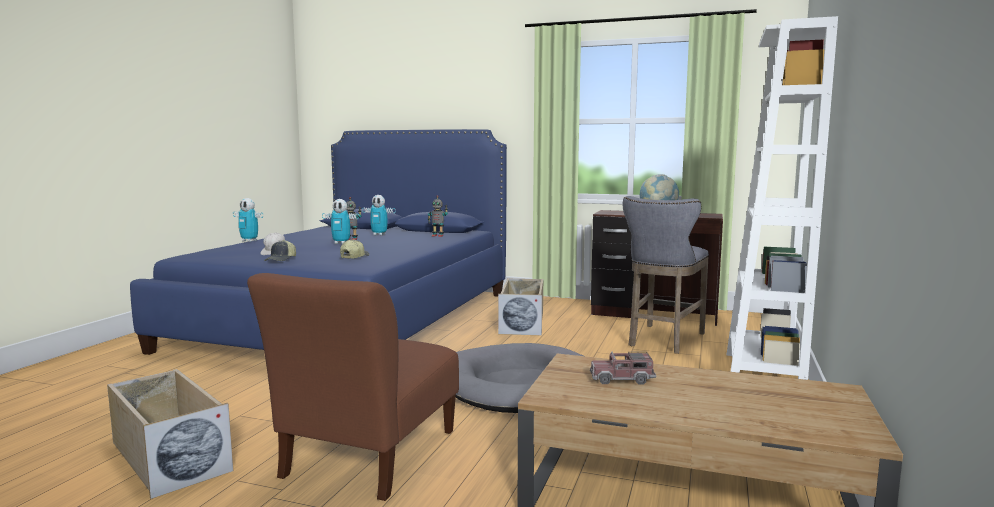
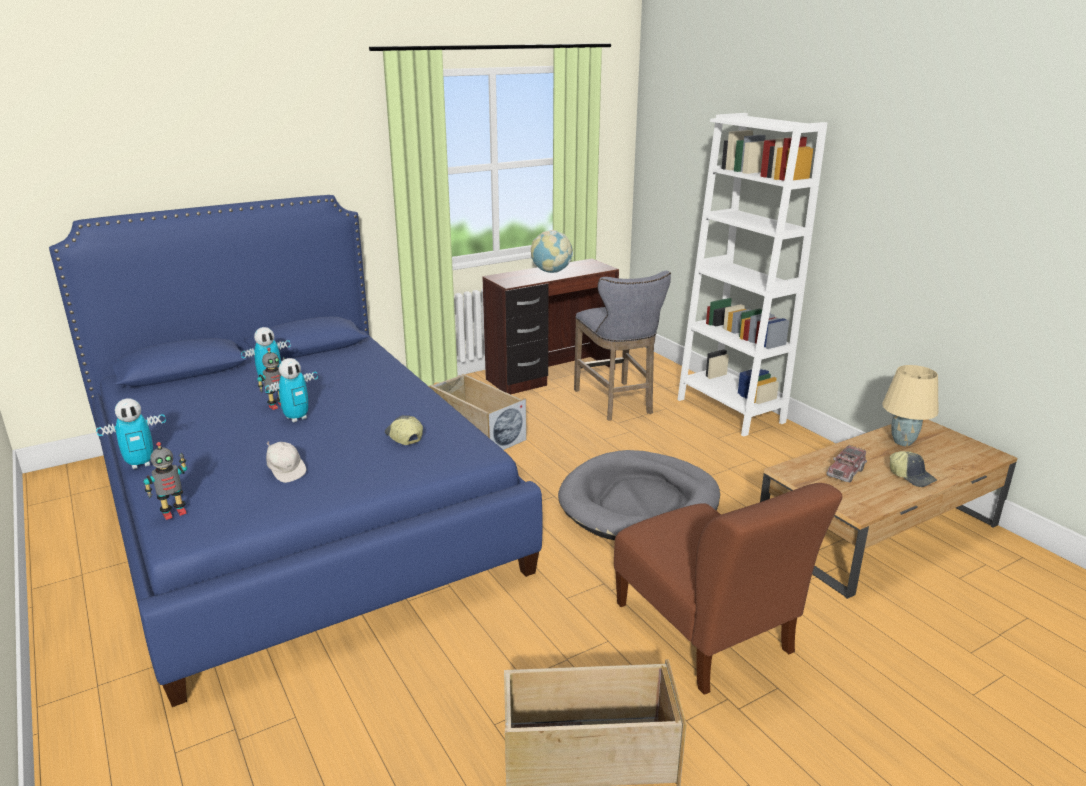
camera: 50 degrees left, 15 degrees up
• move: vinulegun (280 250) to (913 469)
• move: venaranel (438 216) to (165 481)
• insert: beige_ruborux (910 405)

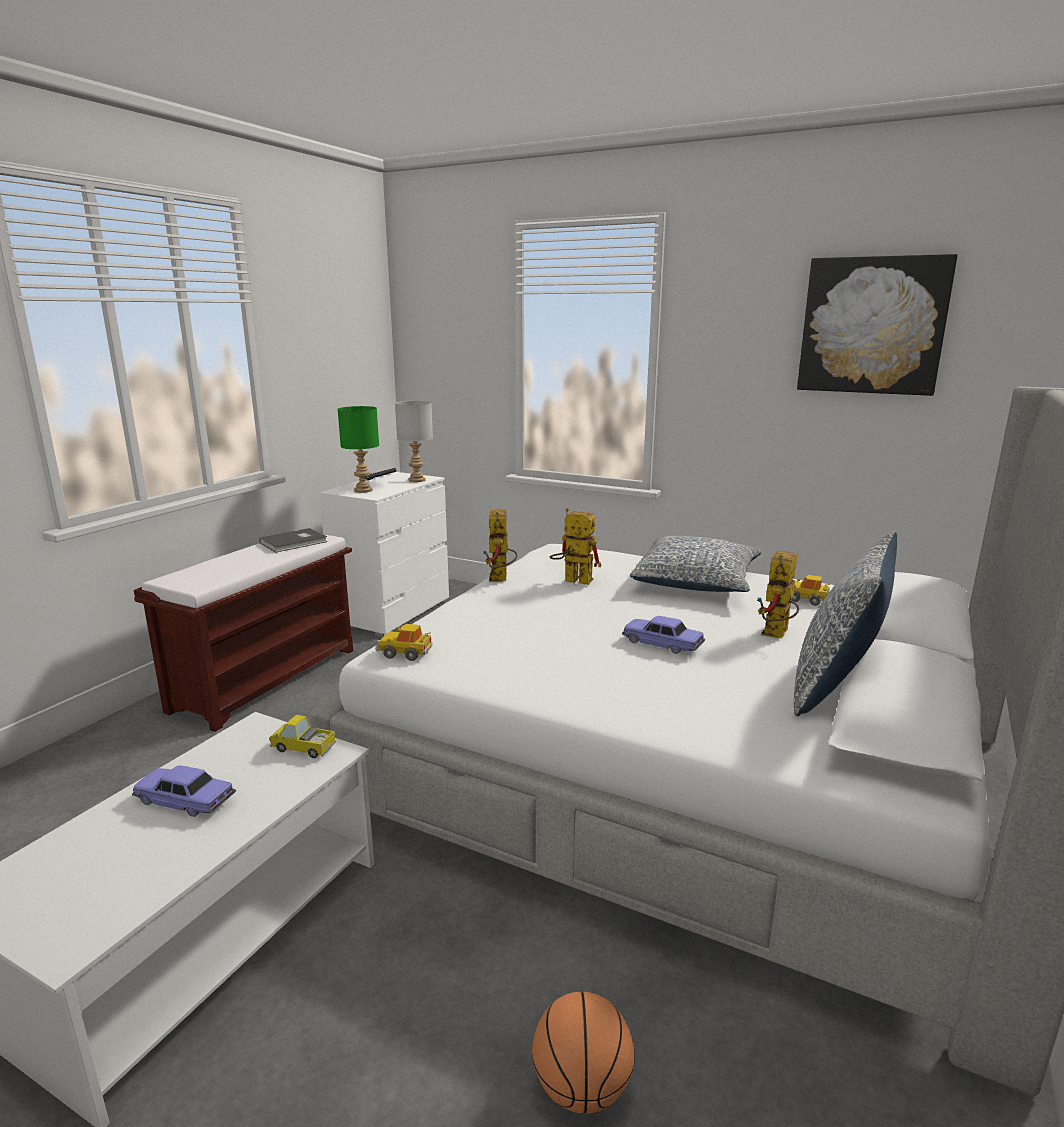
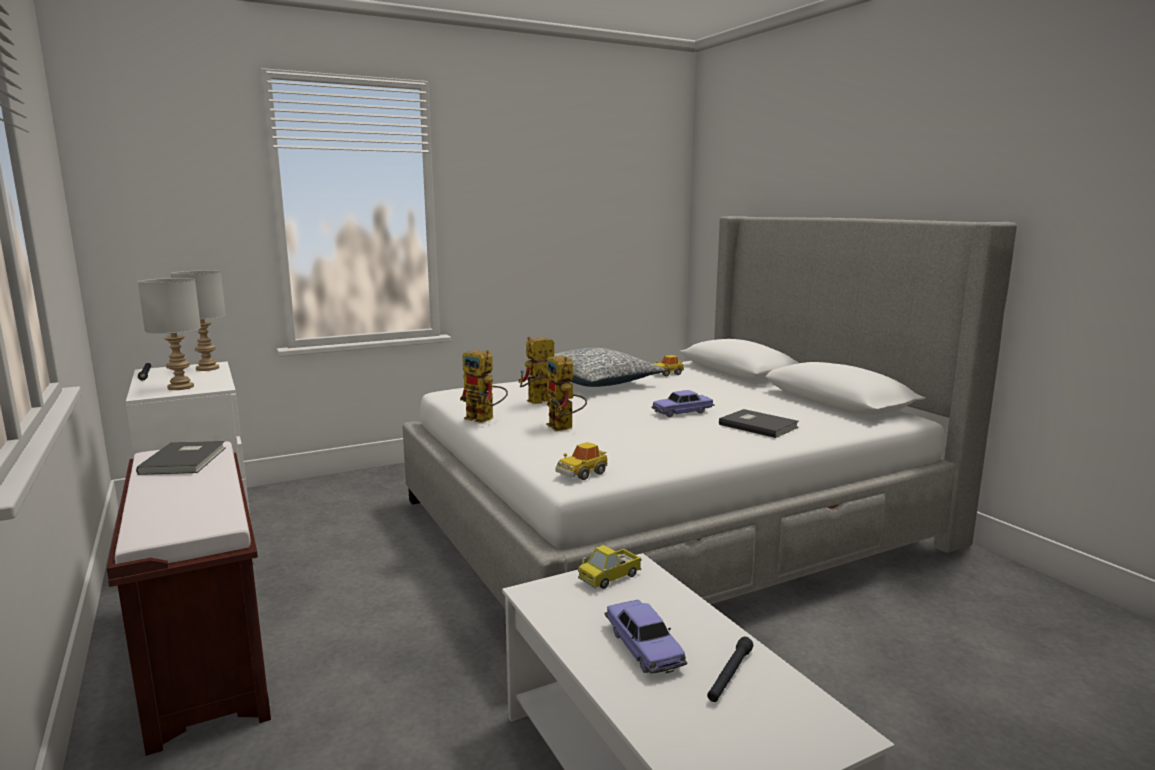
camera: 55 degrees left, 5 degrees down
• rotate: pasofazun (184 791) = (645 637) 75 degrees counterclockwise
• recolor: green_ruborux (358 449) to grey_ruborux (169 334)
• delete: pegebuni (583 1053)
• move: venaranel (778 594) to (566 393)
• delete: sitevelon (845 623)
• delete: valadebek (877 325)
• insert: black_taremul (730 669)
• insert: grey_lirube (759 423)

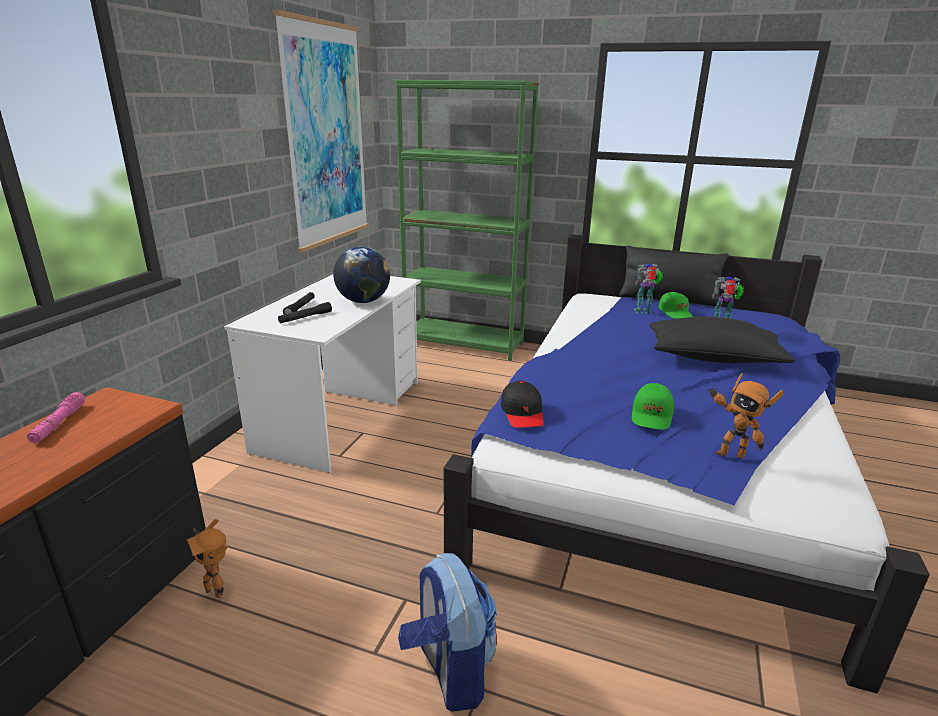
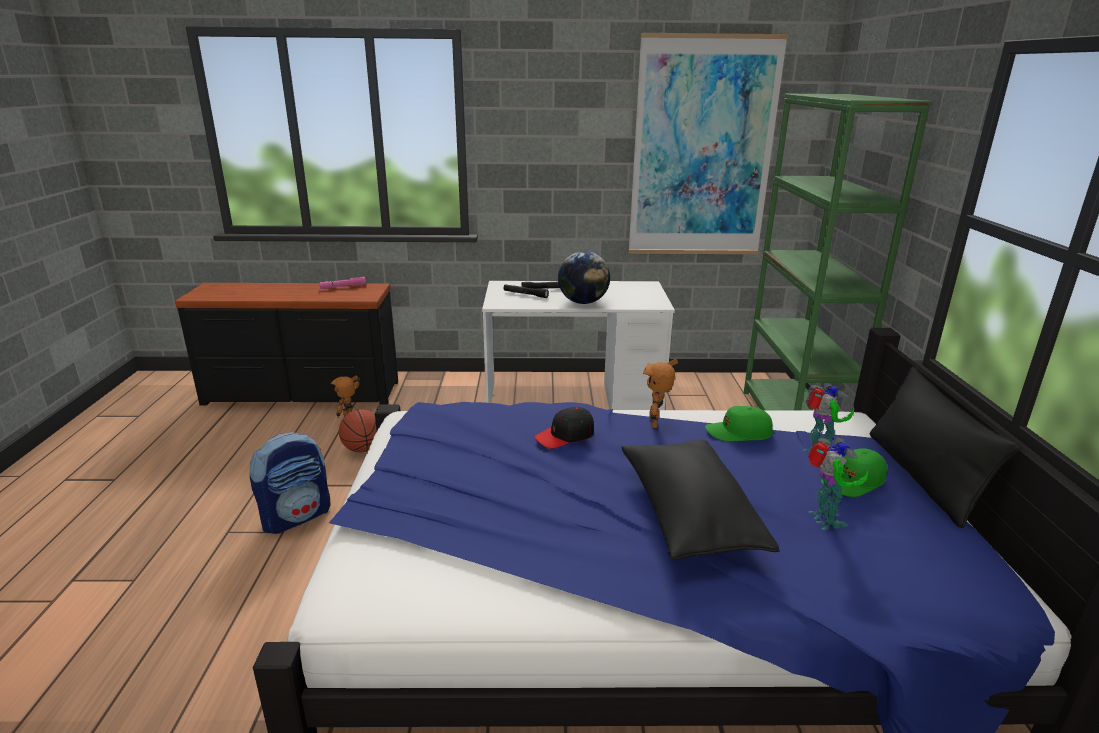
camera: 70 degrees right, 0 degrees up
• move: black_vinulegun (522 404) to (564 428)
• move: green_vinulegun (653 406) to (739 424)
• move: venaranel (746 416) to (660 393)
• insert: pegebuni (358 430)

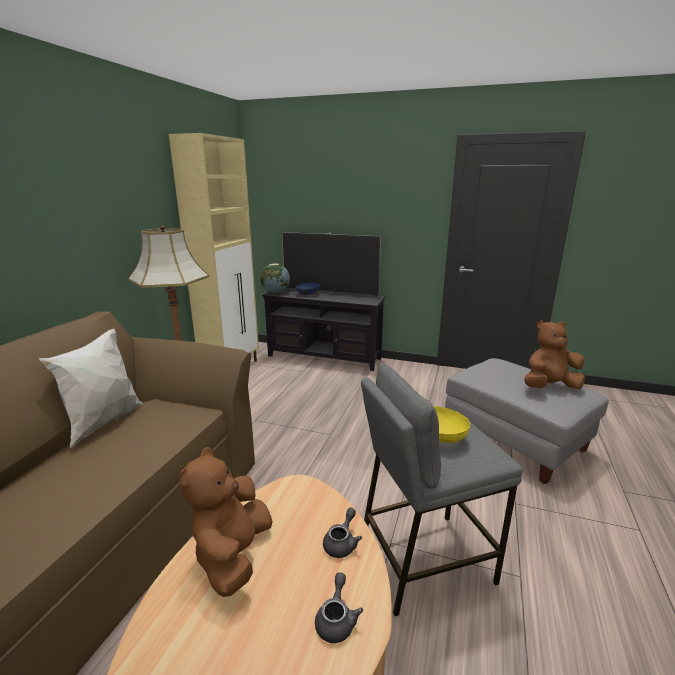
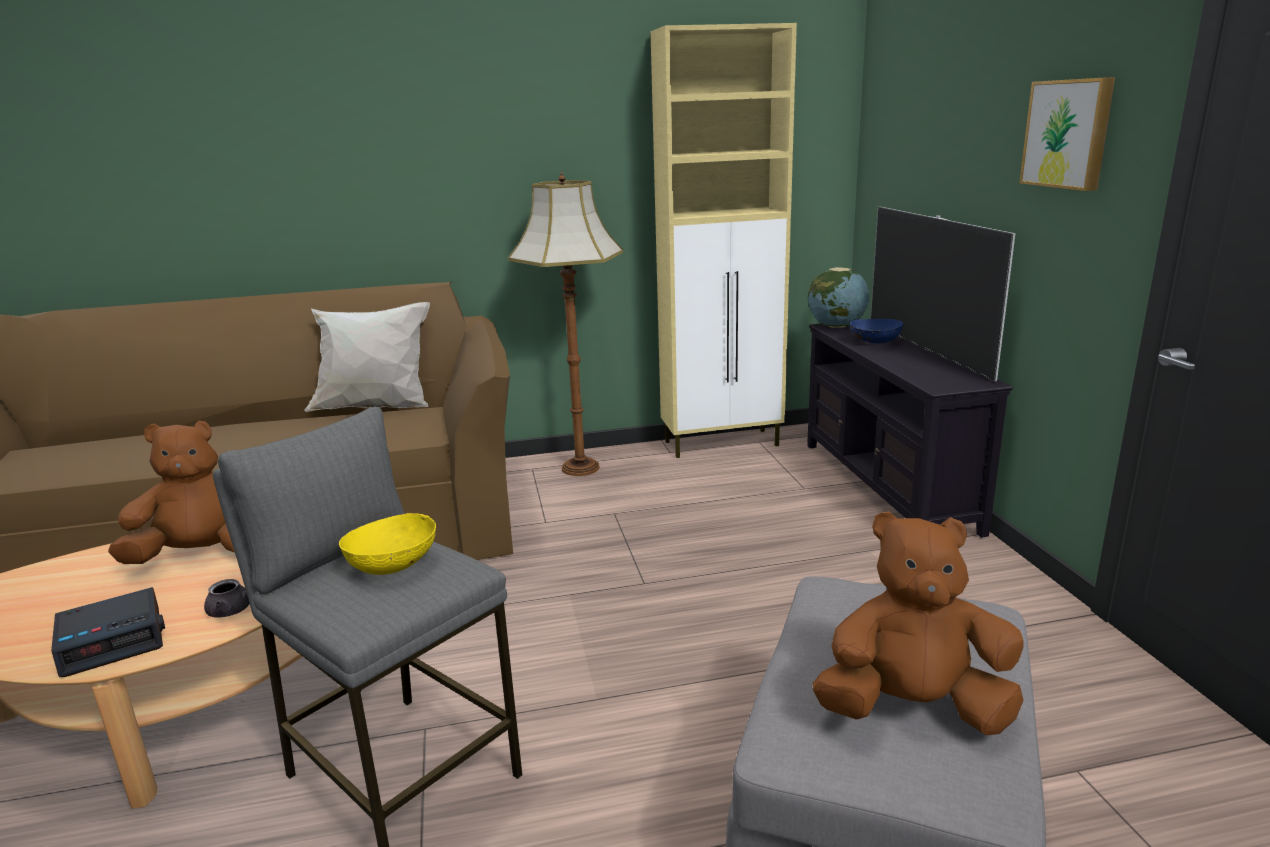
camera: 60 degrees right, 0 degrees up
• replace: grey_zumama (339 607) to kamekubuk (108 632)
• rotate: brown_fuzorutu (555 354) = (918 623) 45 degrees counterclockwise
• insert: valadebek (1067 134)

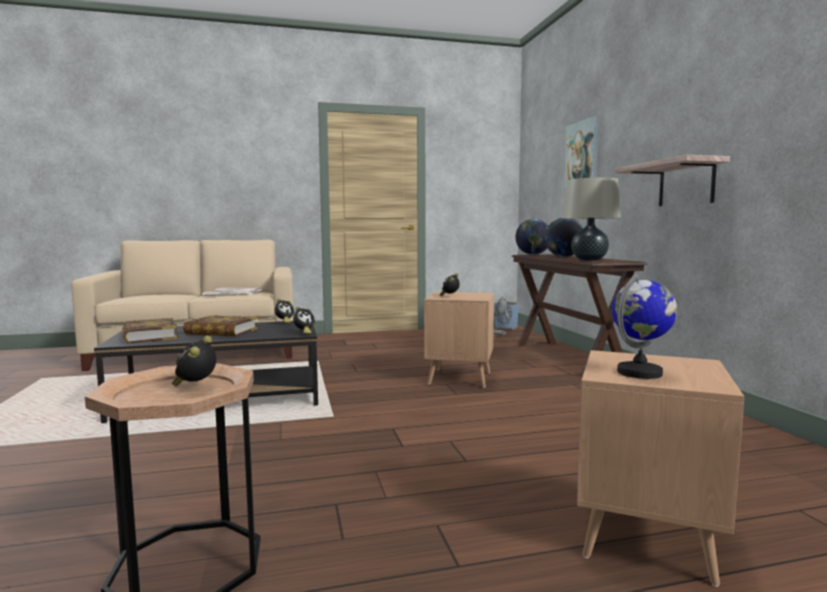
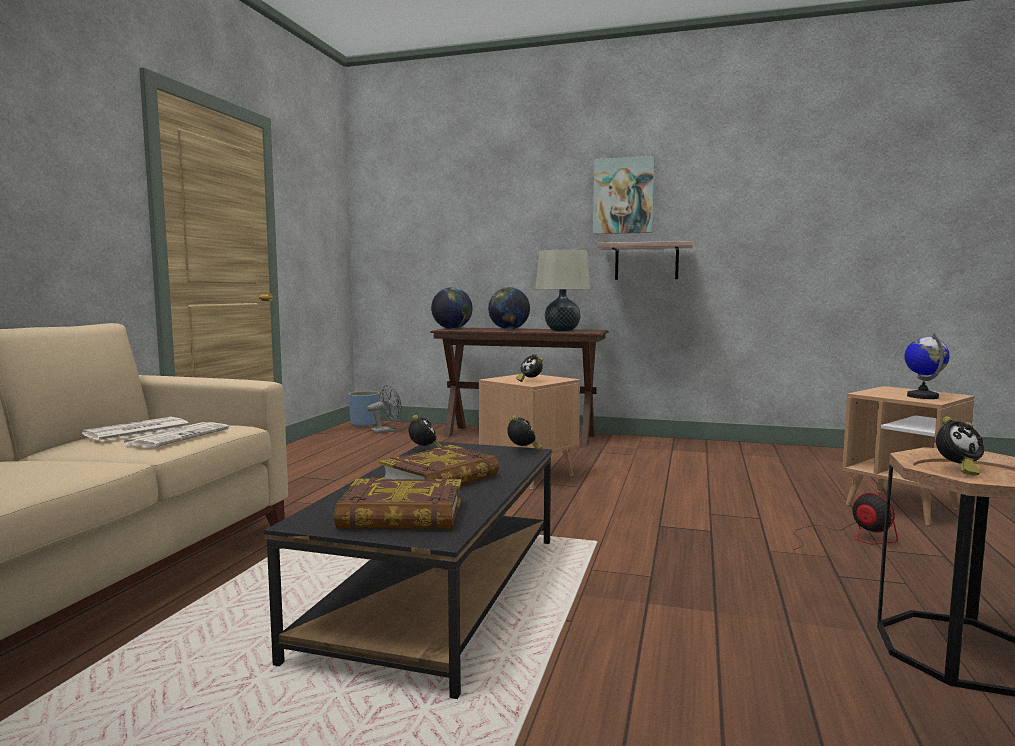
camera: 60 degrees left, 0 degrees up
• rotate: kamekubuk (194 361) = (960 446) 45 degrees counterclockwise
• move: valadebek (581 153) to (623 195)
• insert: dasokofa (845 521)

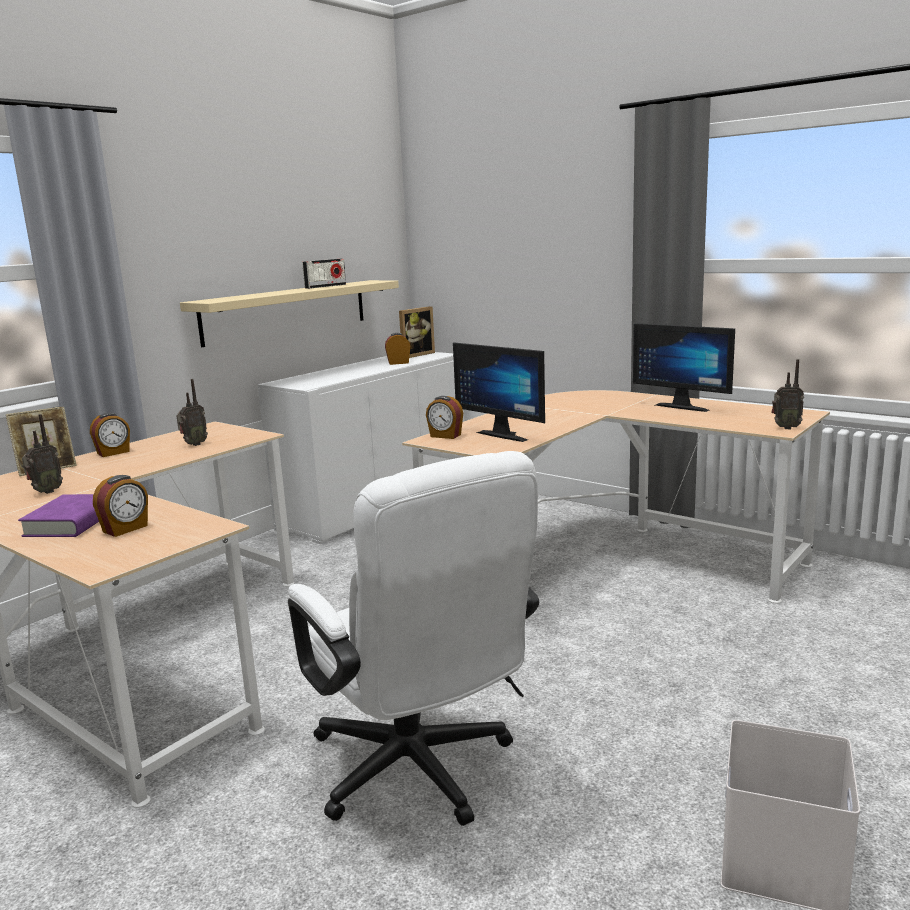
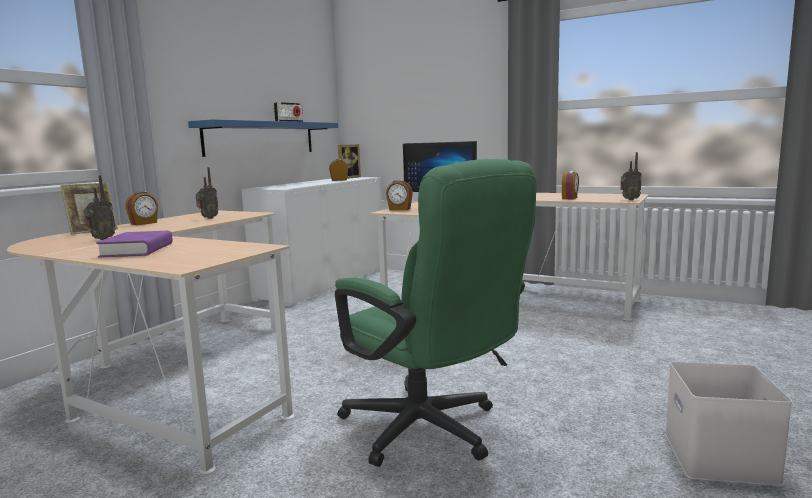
camera: 10 degrees left, 5 degrees down
• move: kamekubuk (120 506) to (570 185)
• recolor: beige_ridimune (289 313) to blue_ridimune (263 138)
• recolor: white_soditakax (413 638) to green_soditakax (435 313)
• delete: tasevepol (684 367)

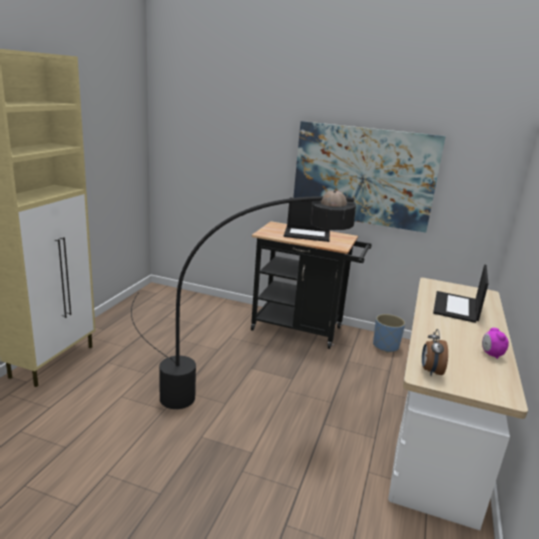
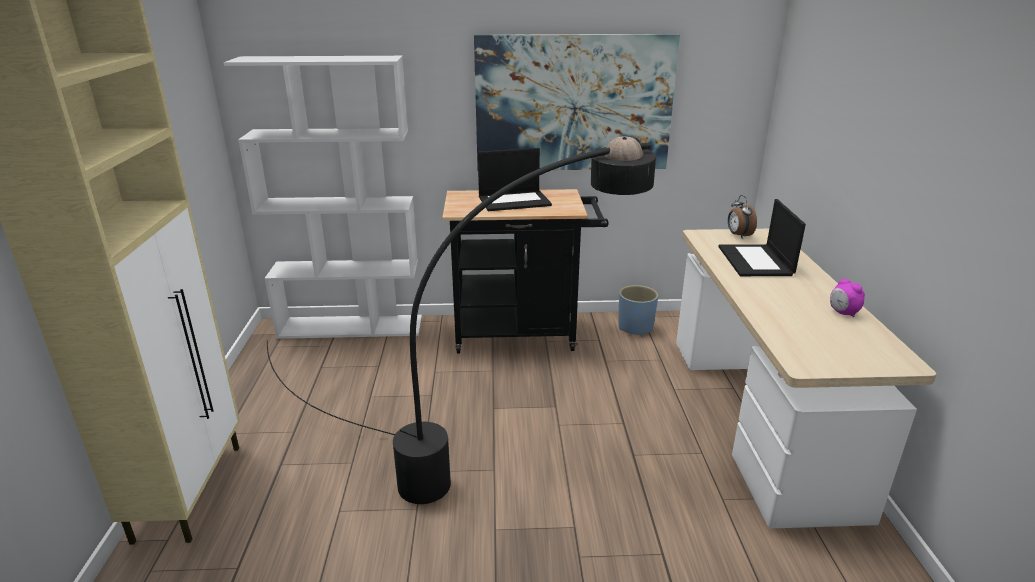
camera: 20 degrees left, 5 degrees up
• move: kamekubuk (435 352) to (742 216)
• insert: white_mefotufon (322 197)

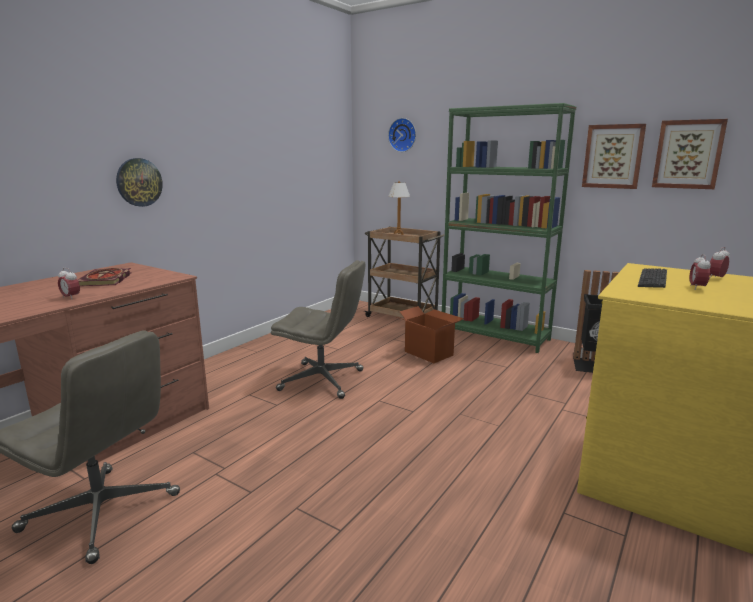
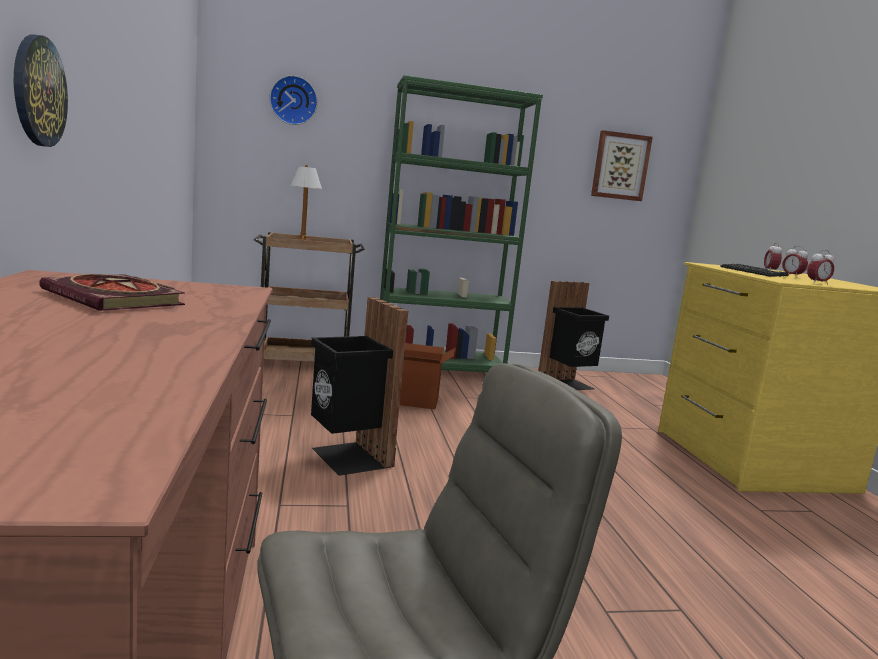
camera: 45 degrees left, 5 degrees down
• move: kamekubuk (69 284) to (820 267)
• replace: grey_soditakax (318 329) to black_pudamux (359 386)
• delete: valadebek (614 156)

